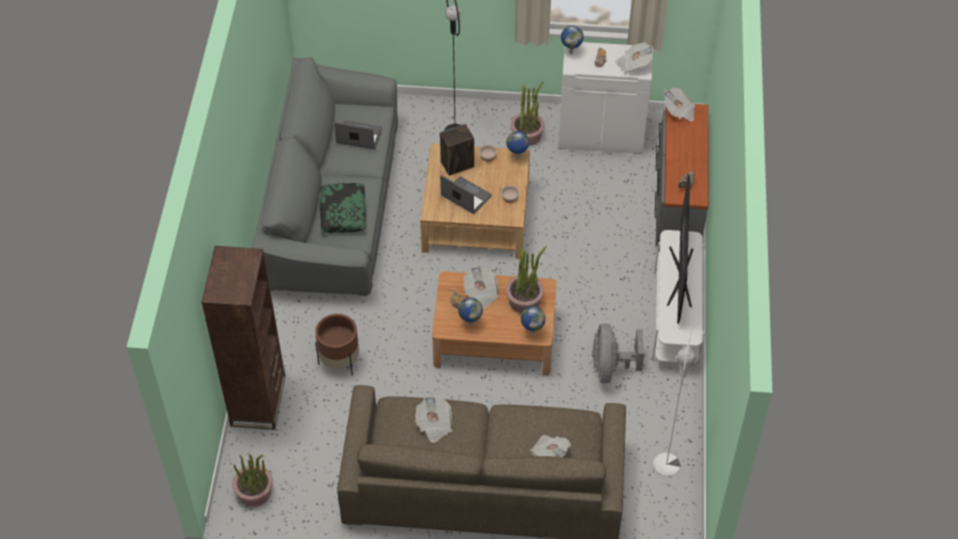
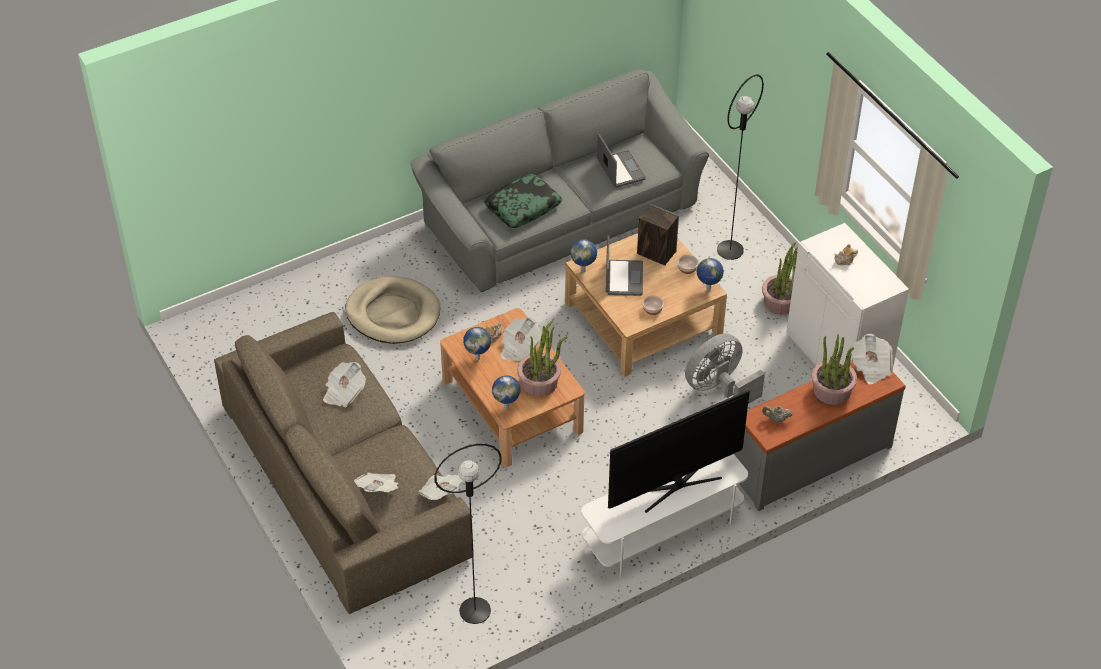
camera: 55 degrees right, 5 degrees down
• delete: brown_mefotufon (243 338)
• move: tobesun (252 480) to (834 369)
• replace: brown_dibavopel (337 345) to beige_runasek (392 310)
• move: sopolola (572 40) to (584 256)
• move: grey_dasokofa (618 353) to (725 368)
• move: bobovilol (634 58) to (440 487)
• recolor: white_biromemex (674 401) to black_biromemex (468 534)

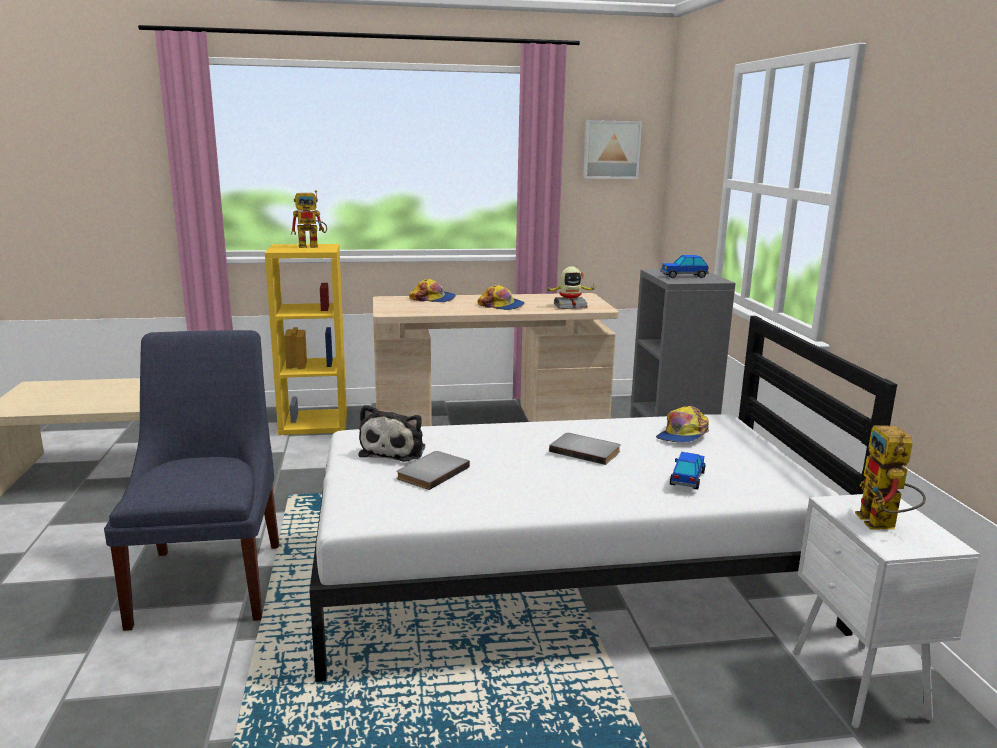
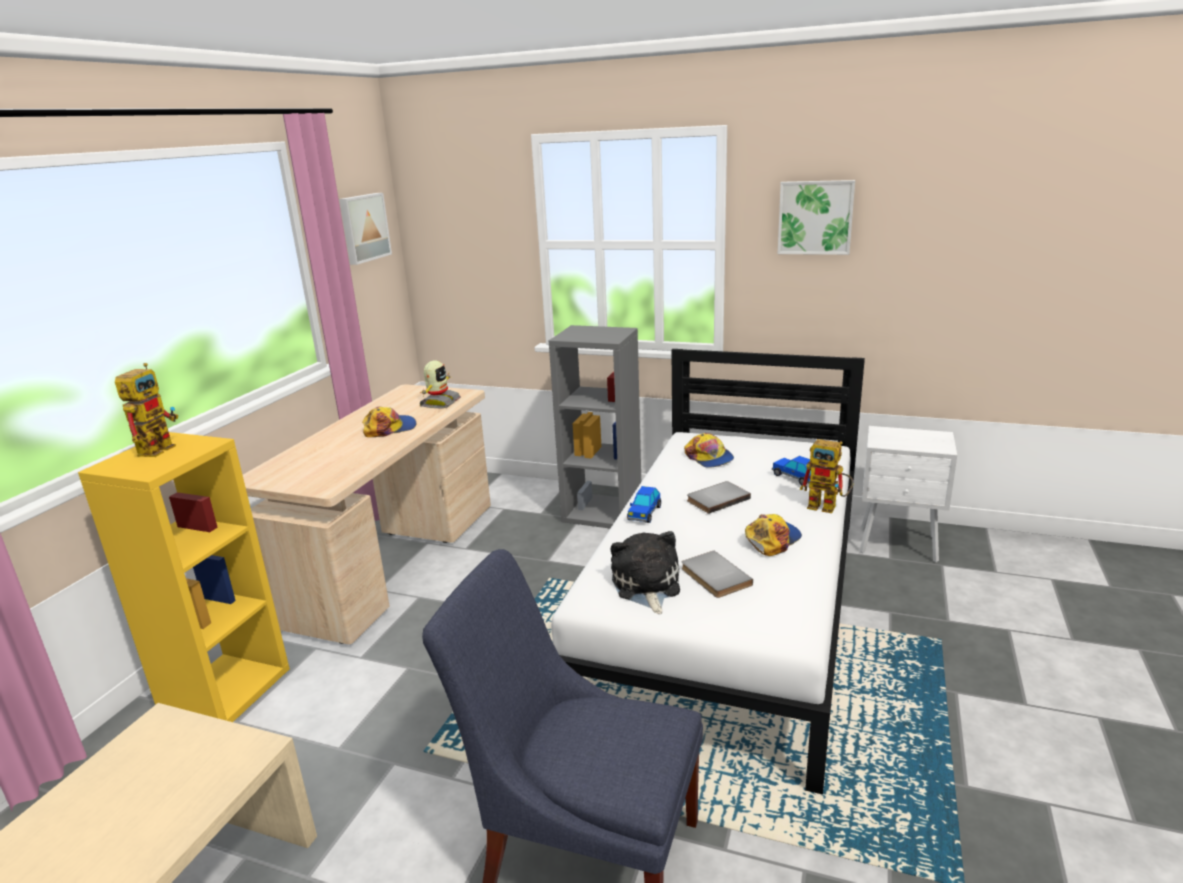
camera: 60 degrees left, 5 degrees up
• rotate: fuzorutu (391 433) = (645 572) 135 degrees counterclockwise
• move: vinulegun (432 290) to (773 535)
• move: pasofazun (684 266) to (644 504)
• move: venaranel (890 477) to (826 476)
• insert: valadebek (816 217)

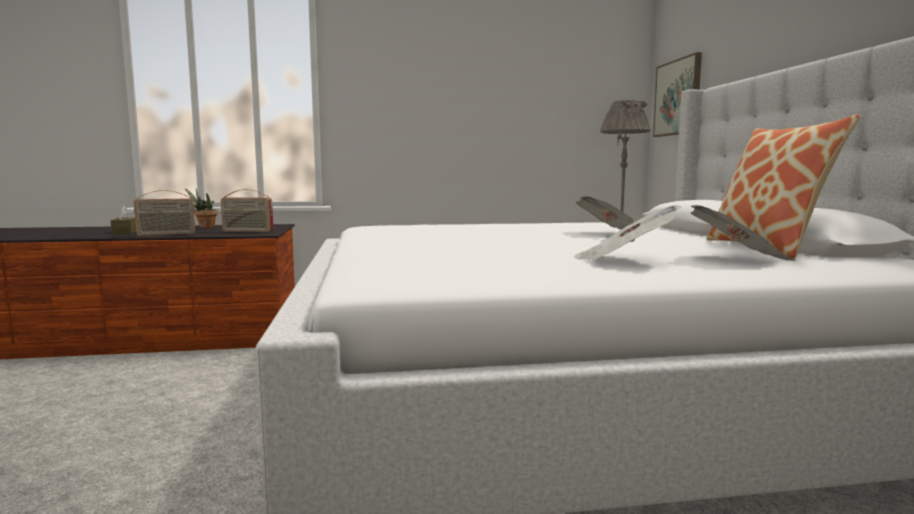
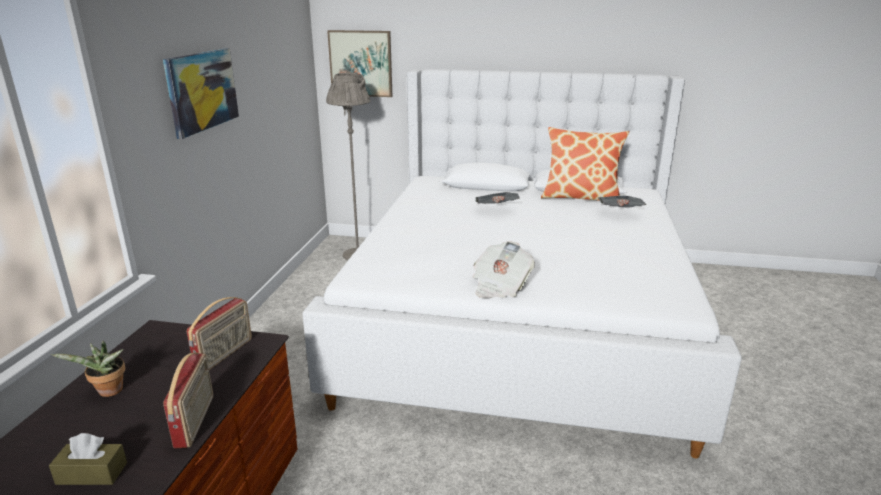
camera: 70 degrees left, 15 degrees up
• move: bobovilol (628 232) to (504 269)
• insert: valadebek (201 93)

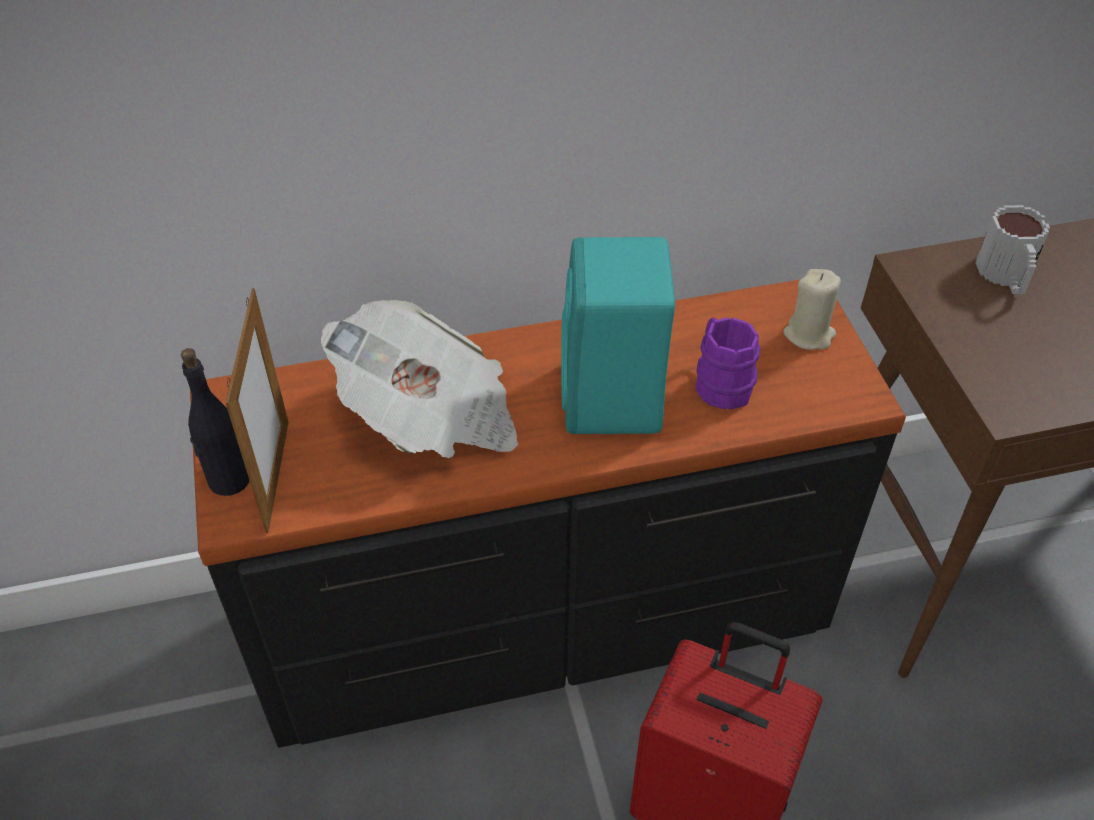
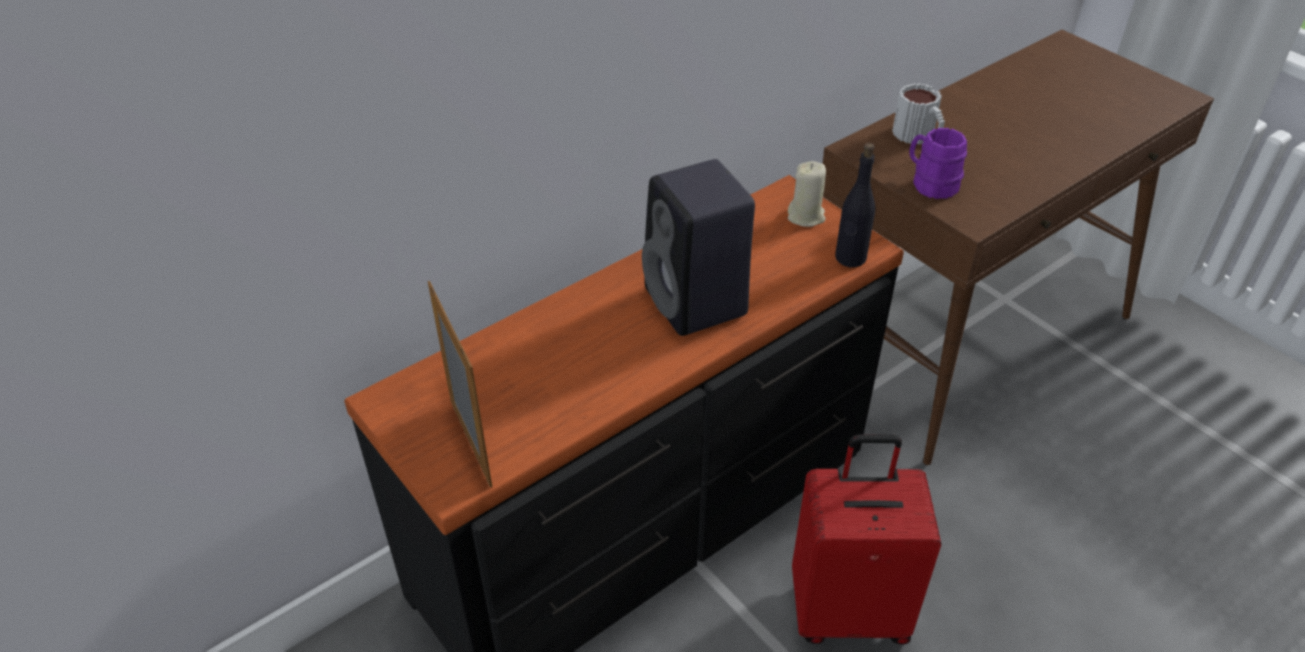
camera: 25 degrees left, 5 degrees down
• move: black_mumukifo (215 422) to (855 205)
• delete: bobovilol (419 379)
• recolor: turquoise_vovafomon (618 335) to black_vovafomon (698 247)
• move: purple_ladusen (727 363) to (938 163)

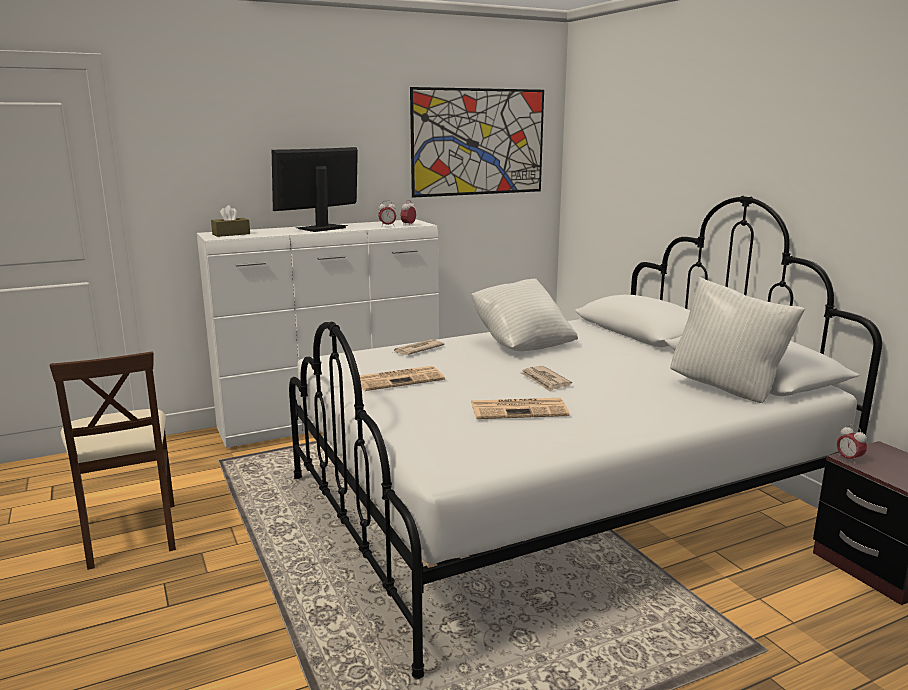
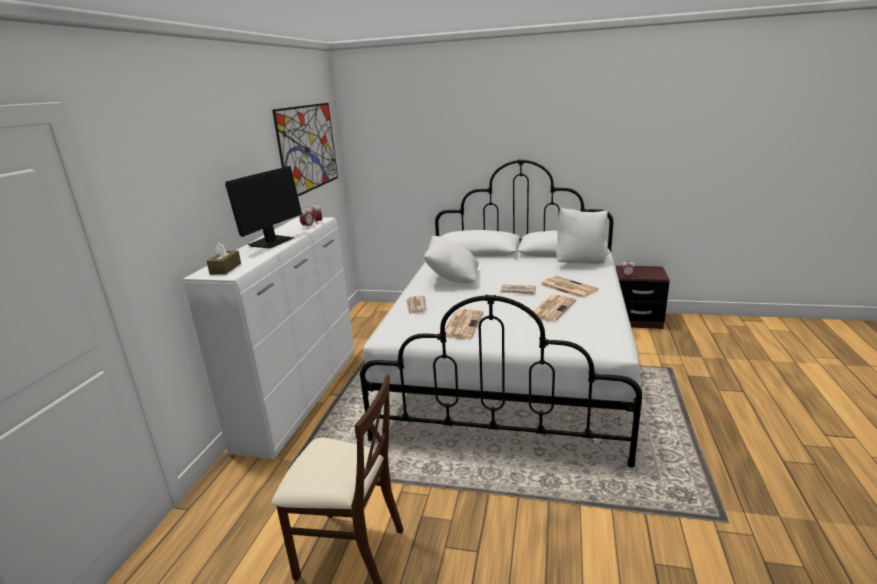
camera: 50 degrees left, 5 degrees up
• rotate: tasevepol (315 189) = (263 207) 150 degrees counterclockwise
• insert: bobovilol (569 287)

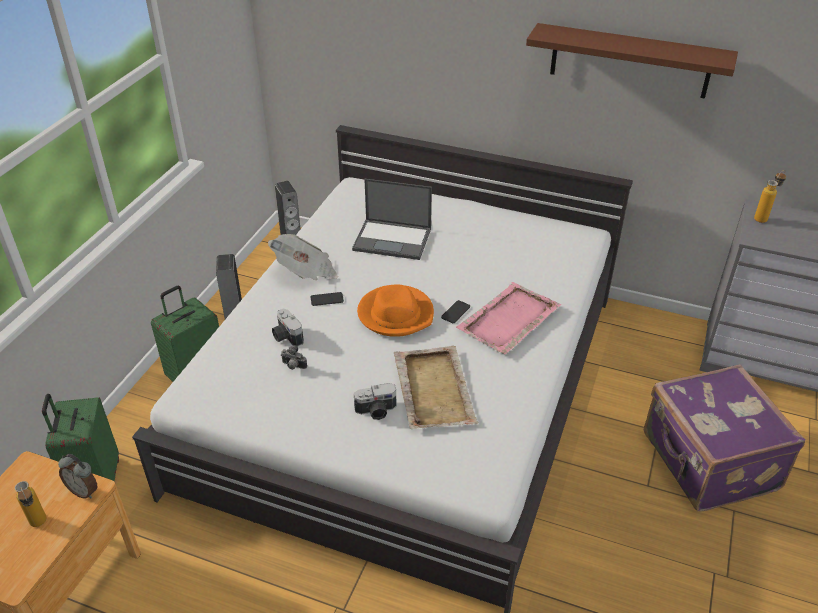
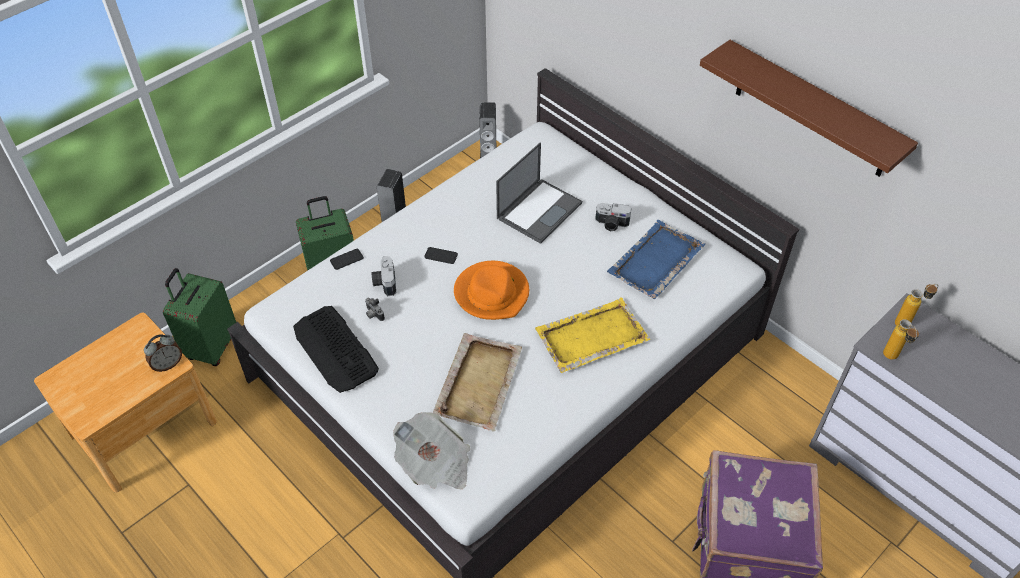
camera: 25 degrees right, 10 degrees up
• move: mumukifo (31 504) to (901 339)
• rotate: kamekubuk (77 476) = (163 353) 90 degrees counterclockwise
• move: bobovilol (303 257) to (431 450)
• rotate: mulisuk (392 219) = (539 193) 90 degrees counterclockwise
• move: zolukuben (375 401) to (613 217)
• move: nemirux (455 311) to (347 259)
• recolor: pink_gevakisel (508 318) to yellow_gevakisel (592 335)
• insert: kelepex (336 349)
• insert: blue_gevakisel (656 259)

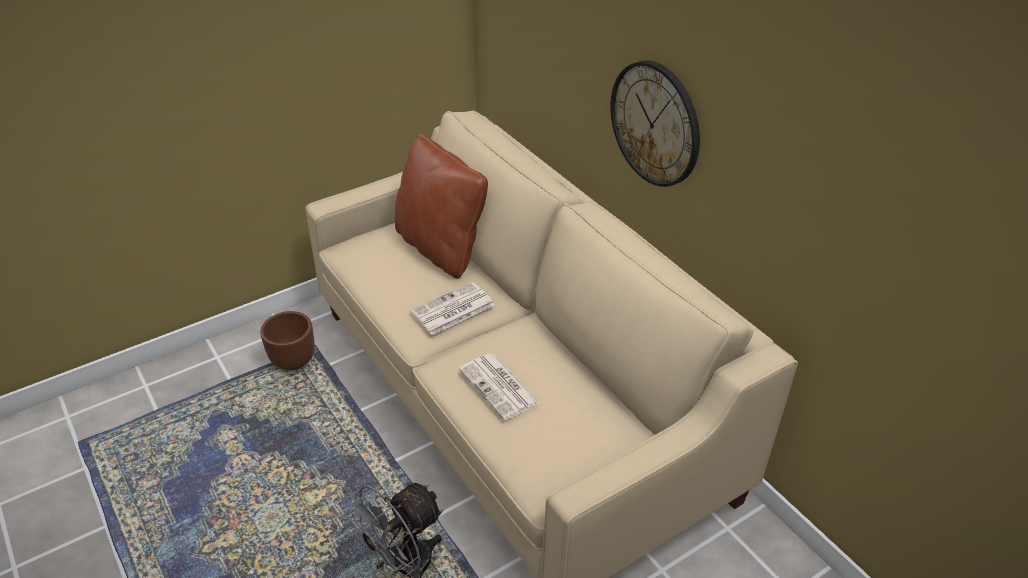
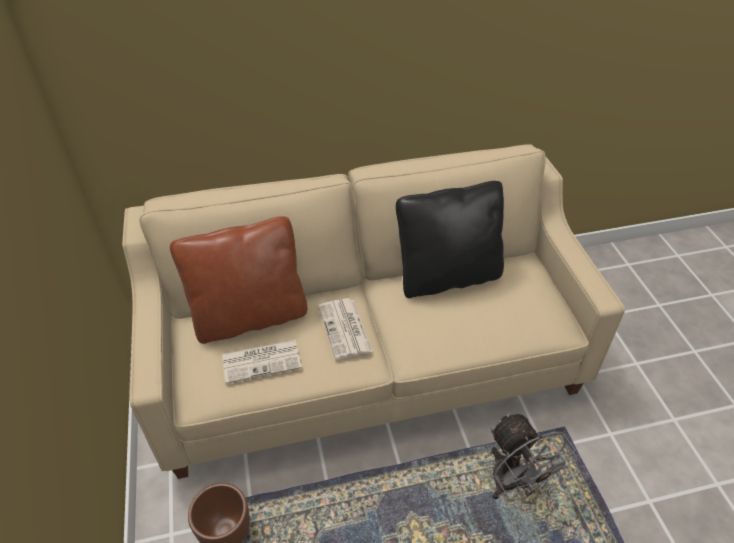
camera: 70 degrees left, 5 degrees up
• move: bobovilol (499 386) to (262 362)
• delete: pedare (655 123)
• insert: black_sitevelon (450 239)

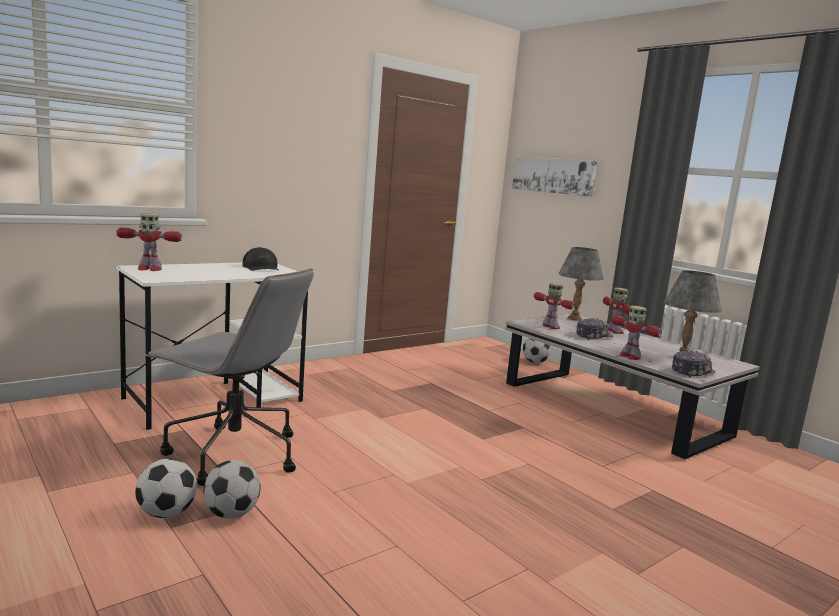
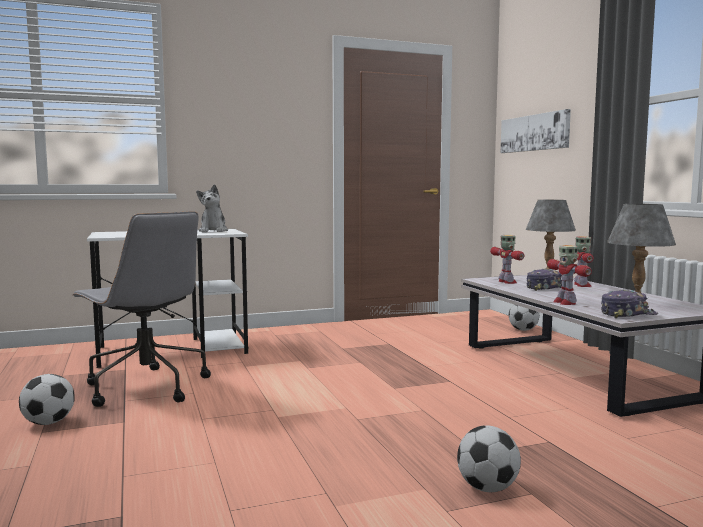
camera: 20 degrees right, 5 degrees down
• delete: venaranel (149 242)
• move: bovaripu (232 489) to (489 458)
• replace: black_vinulegun (261 259) to fuzorutu (212 208)

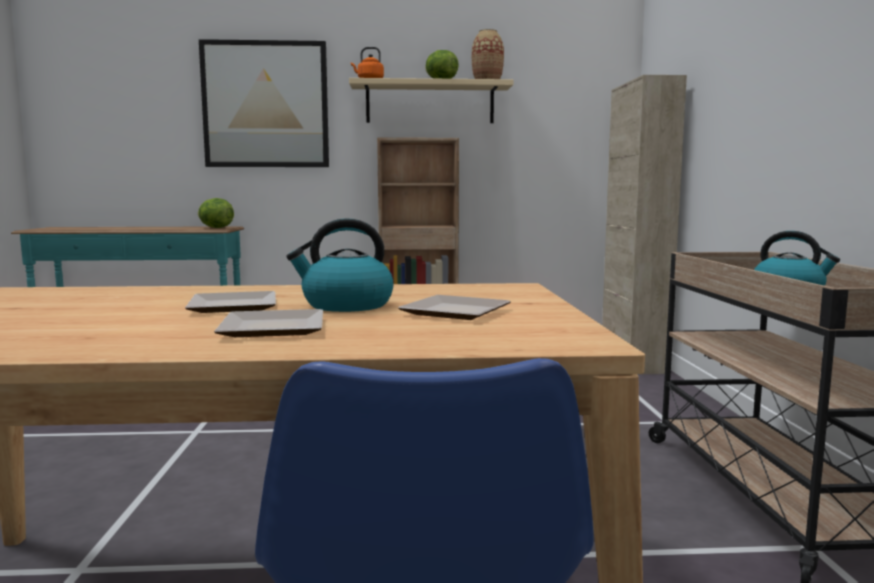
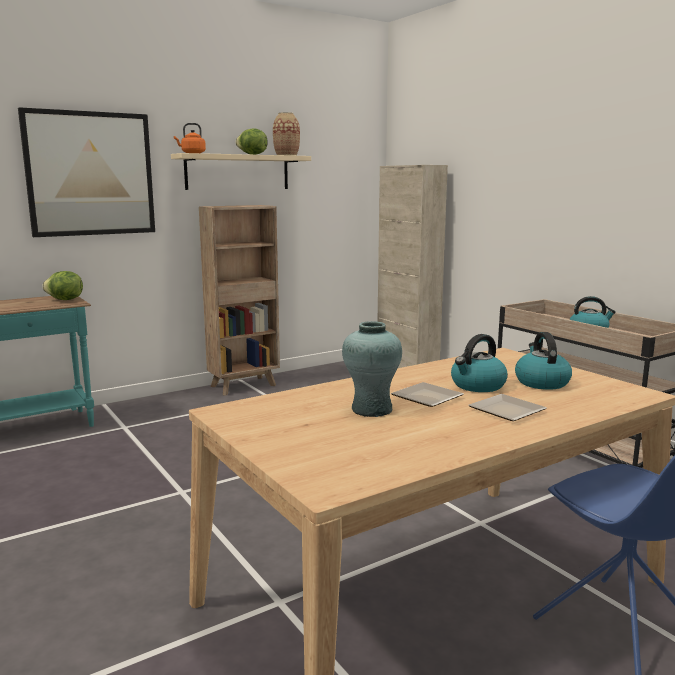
camera: 30 degrees left, 5 degrees up
• replace: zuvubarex (454 307) to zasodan (543 361)
• insert: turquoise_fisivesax (372 369)

